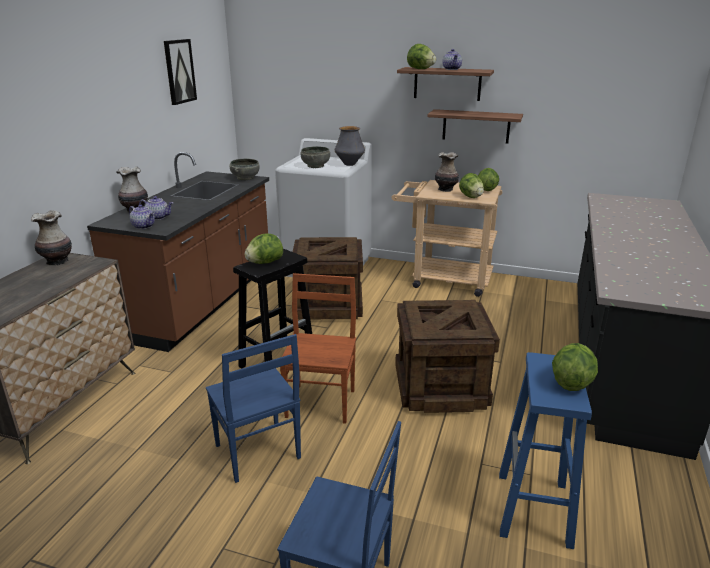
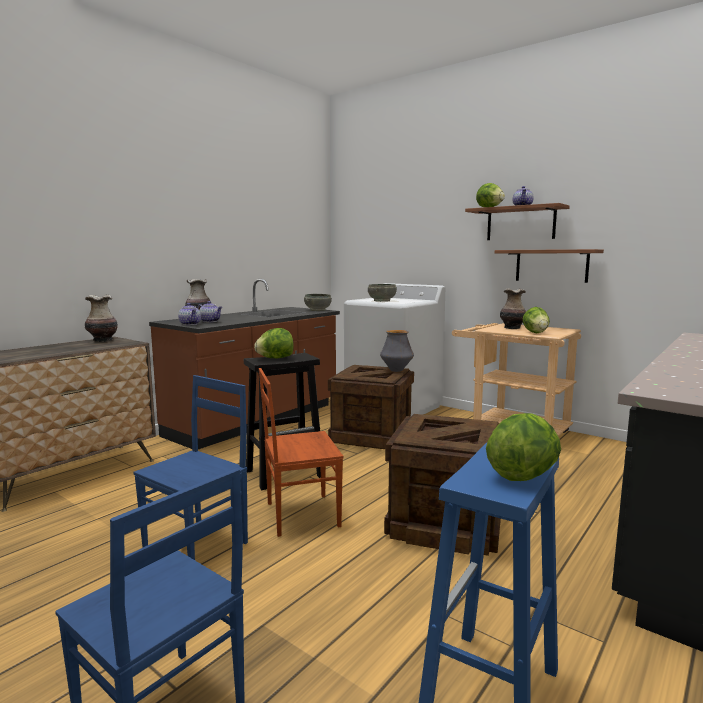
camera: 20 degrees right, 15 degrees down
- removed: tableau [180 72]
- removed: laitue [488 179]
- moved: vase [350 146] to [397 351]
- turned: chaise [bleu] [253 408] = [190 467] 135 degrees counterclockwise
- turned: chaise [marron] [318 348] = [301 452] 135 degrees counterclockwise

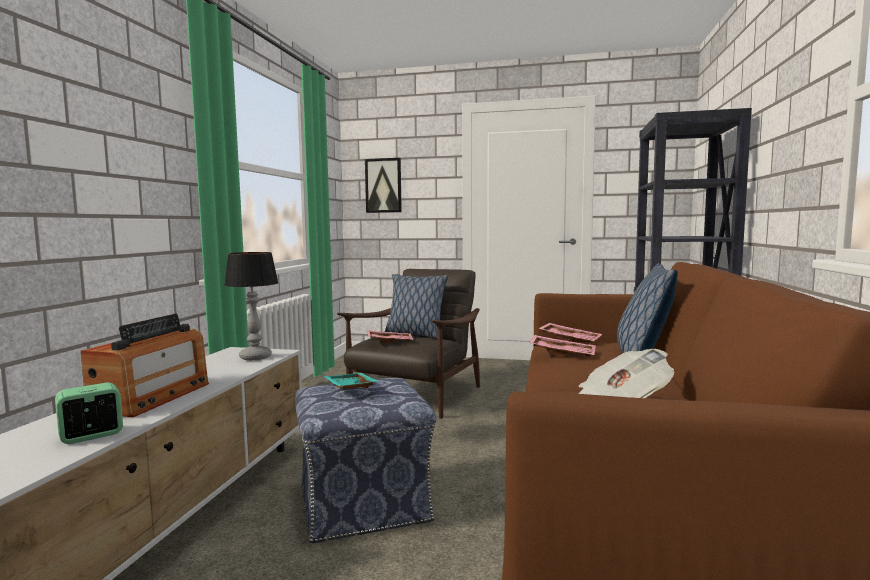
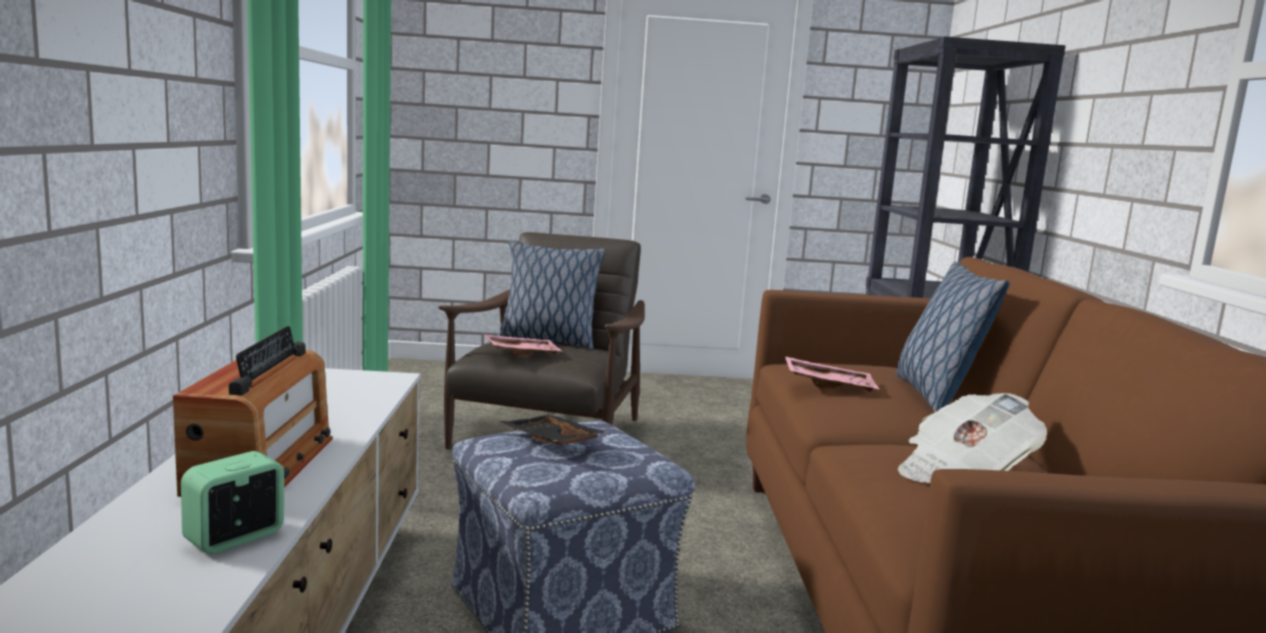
camera: 15 degrees left, 5 degrees up
- removed: lampe de table [251 306]
- removed: tableau [383 185]
- removed: plateau [rose] [570 333]
- recoloured: plateau [turquoise] [351 381] to plateau [noir] [553 430]

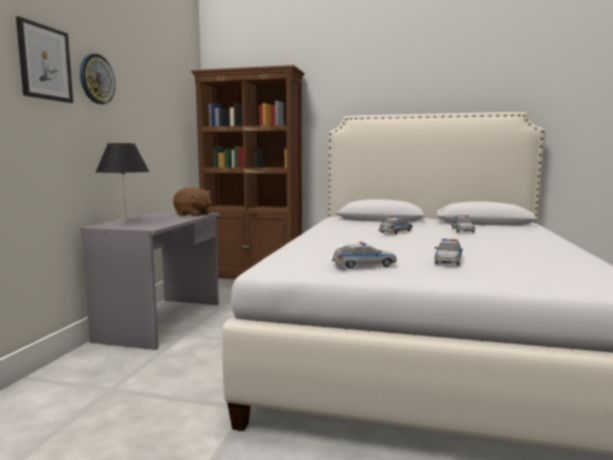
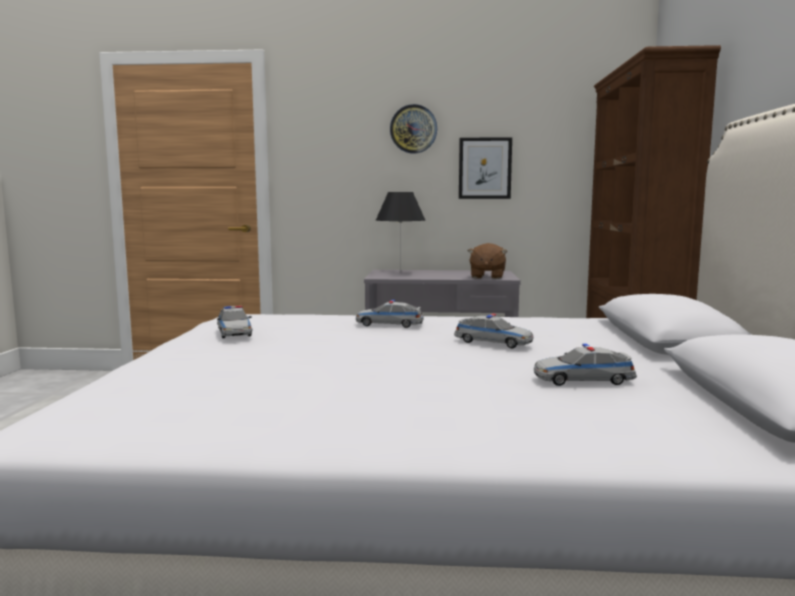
camera: 80 degrees right, 0 degrees up
- moved: tableau [44 59] to [485 168]
- moved: petite voiture [448 252] to [390 314]

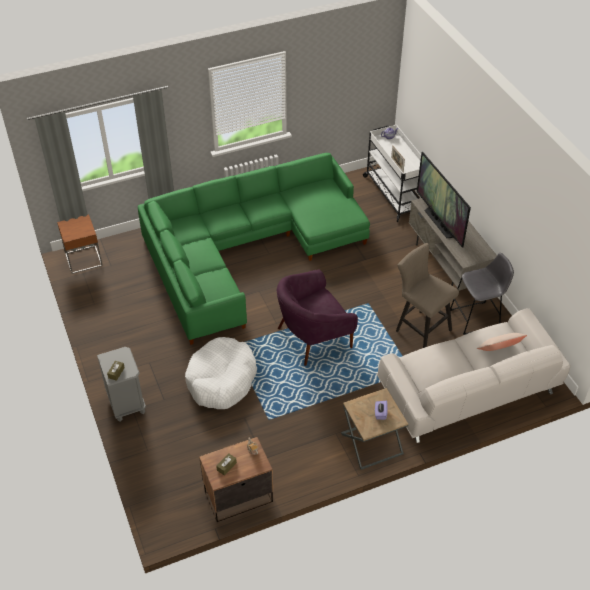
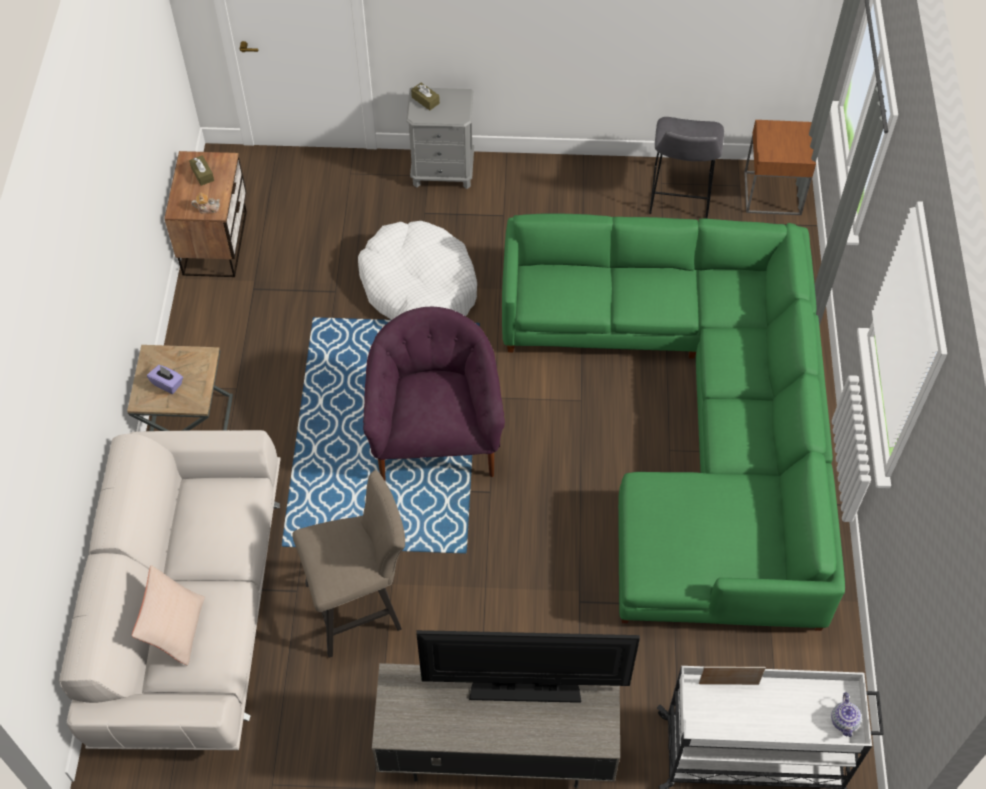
camera: 115 degrees right, 10 degrees up
- moved: tabouret [gris] [482 294] to [686 168]

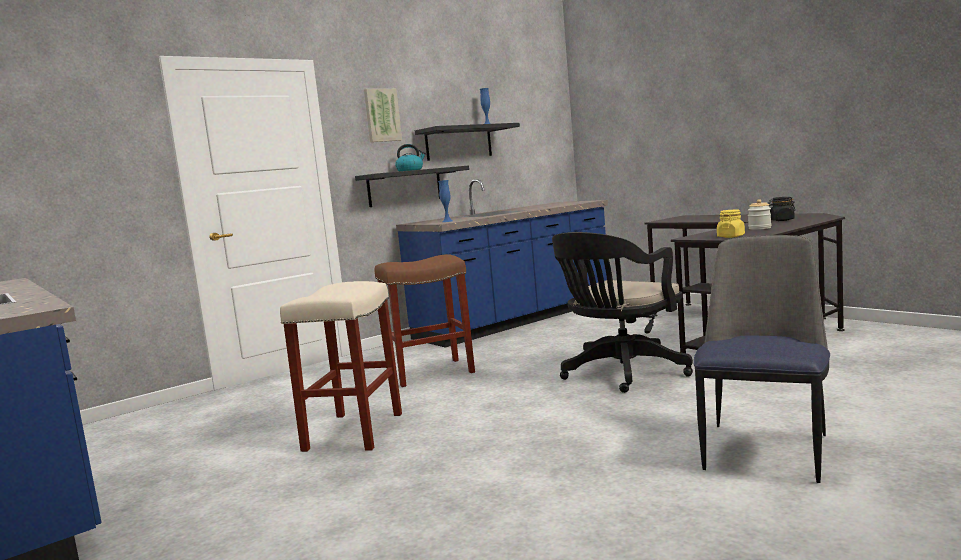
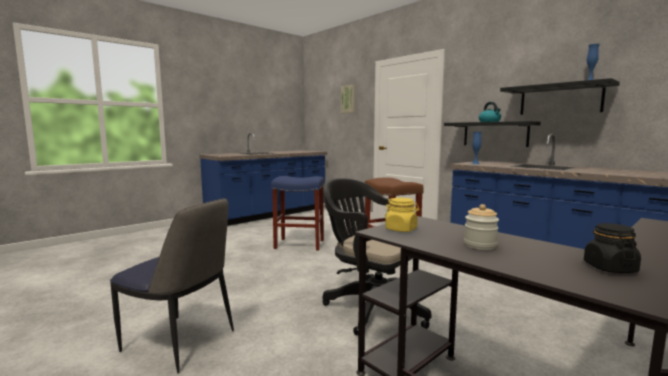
camera: 85 degrees right, 0 degrees up
- moved: tableau [383 115] to [348 98]
- recoloured: tabouret [beige] [341 366] to tabouret [bleu] [297 213]

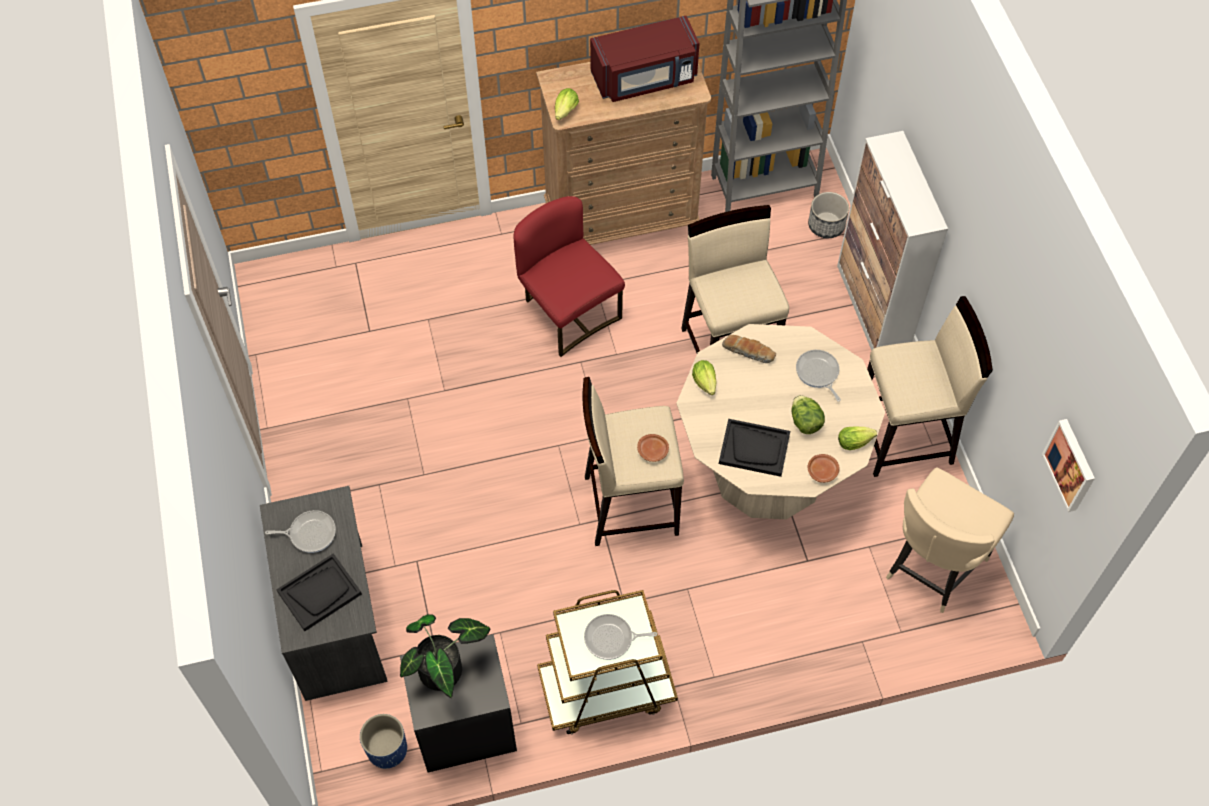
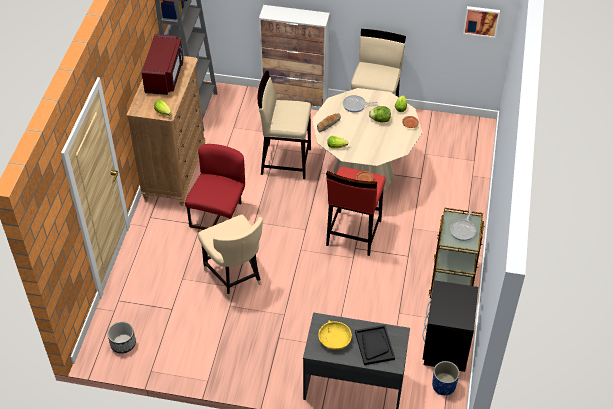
camera: 65 degrees left, 10 degrees down
- removed: plante en pot [445 656]
- removed: plateau [noir] [754 448]
- moved: cache-pot [828 215] to [121 337]
- moved: chaise [beige] [950 540] to [230 256]
- replaced: poêle [300 531] to bol [jaune] [335 335]
- recoloured: tabouret [beige] [633 461] to tabouret [rouge] [356 211]
- turned: chaise [rouge] [569 276] = [215 187] 120 degrees clockwise

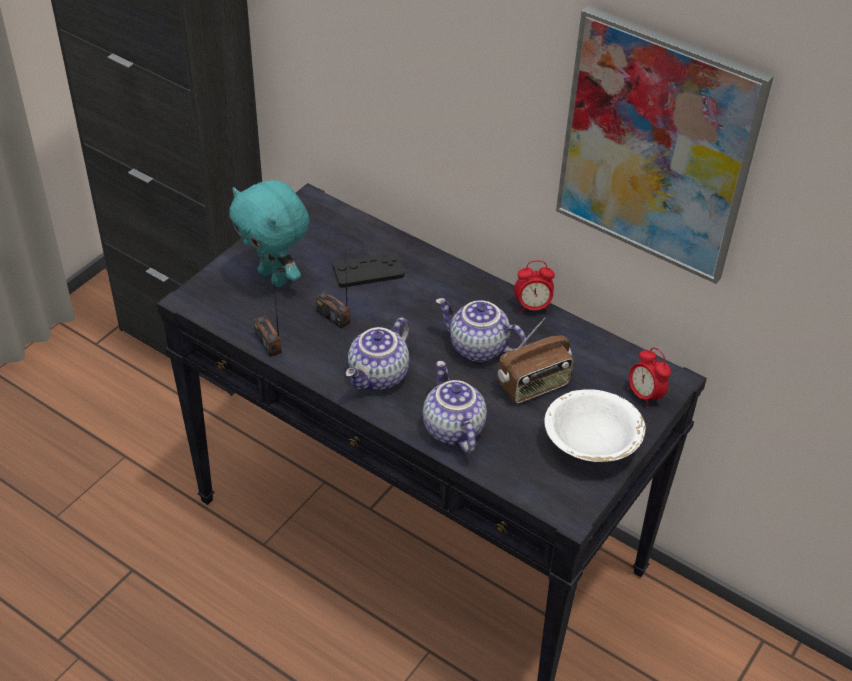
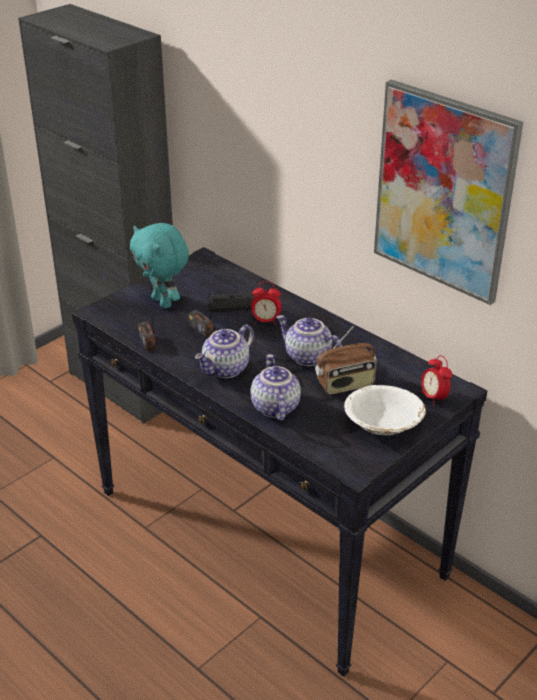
camera: 10 degrees right, 10 degrees down
- moved: réveil [534 287] to [266 304]

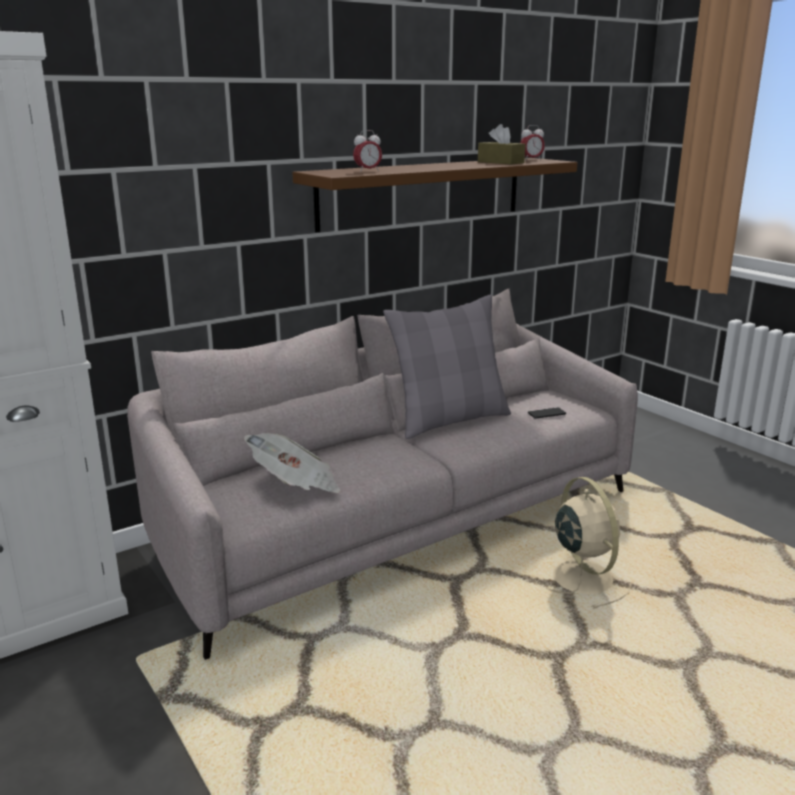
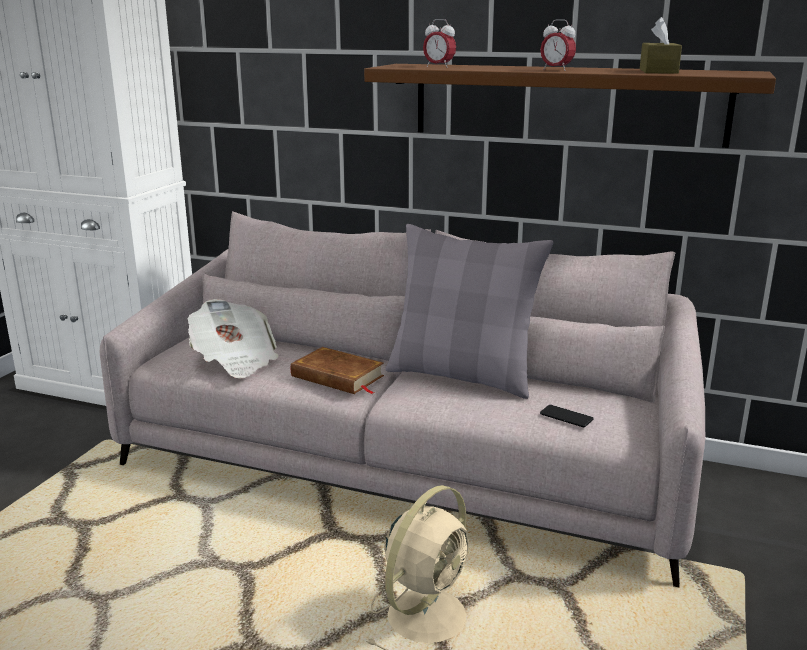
camera: 55 degrees right, 0 degrees up
- added: livre [marron] [337 370]
- moved: réveil [532 143] to [558 45]

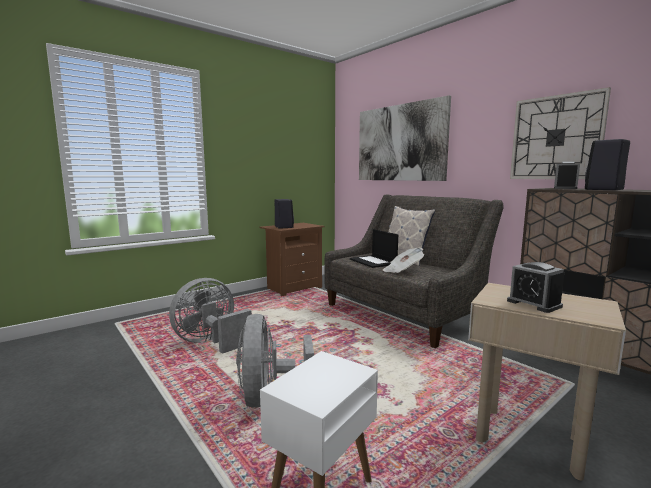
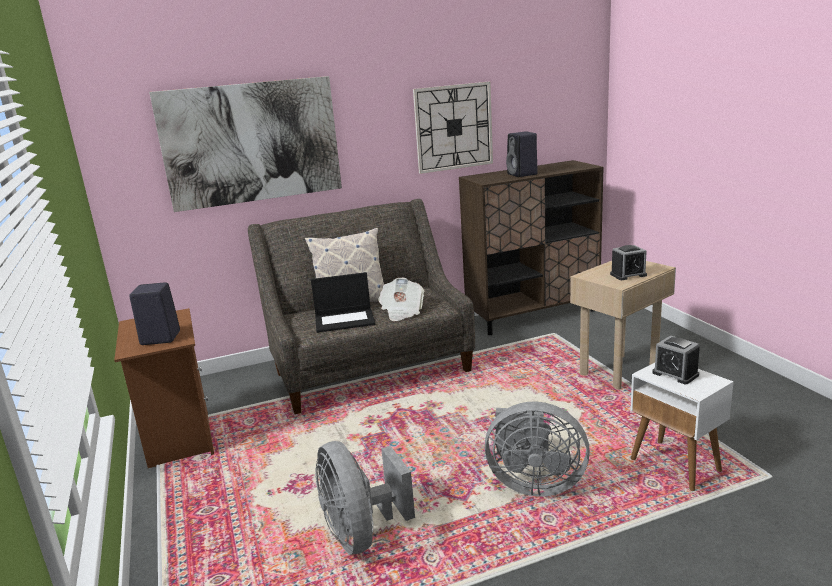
camera: 70 degrees left, 10 degrees up
- moved: réveil [567 175] to [676 359]

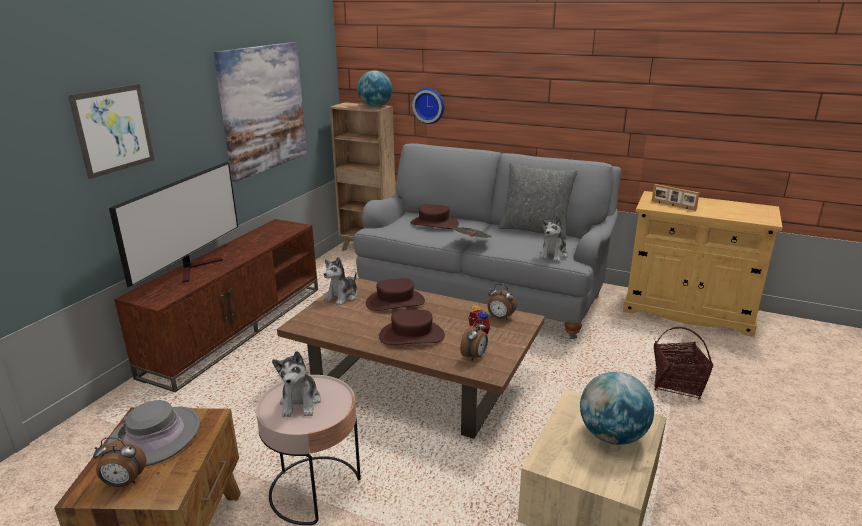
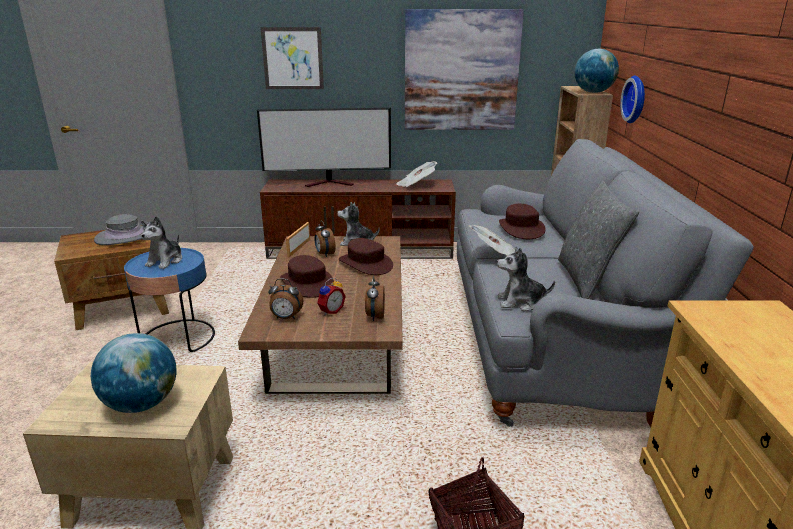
camera: 65 degrees right, 0 degrees up
- added: journal [417 174]
- moved: réveil [120 462] to [324 239]
- moved: cadre photo [676 197] to [298 239]
- recoloured: table d'appoint [rose] [308 450] to table d'appoint [bleu] [169 300]
- turned: peluche [296 384] = [161 242] 45 degrees counterclockwise

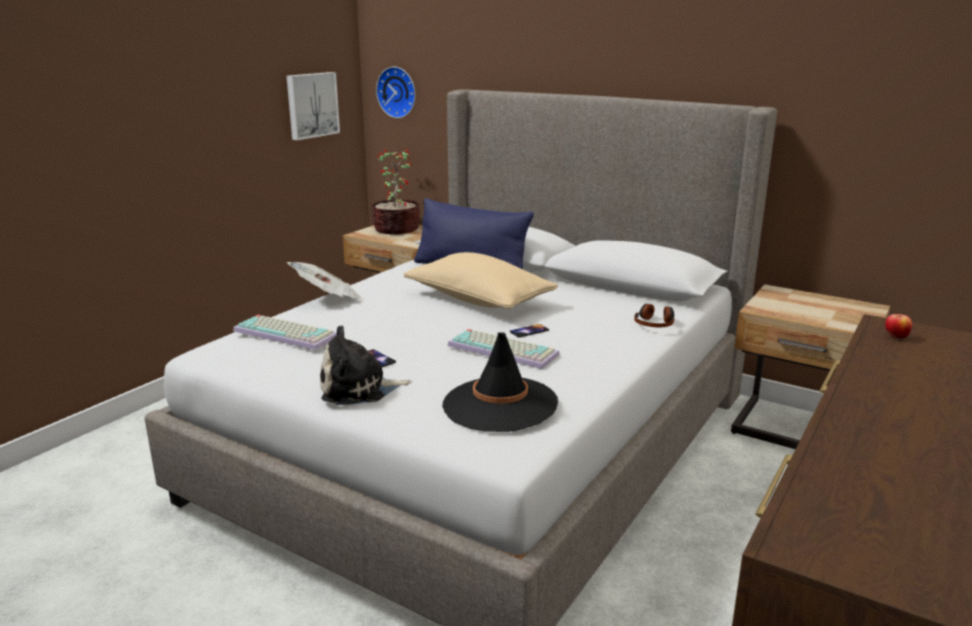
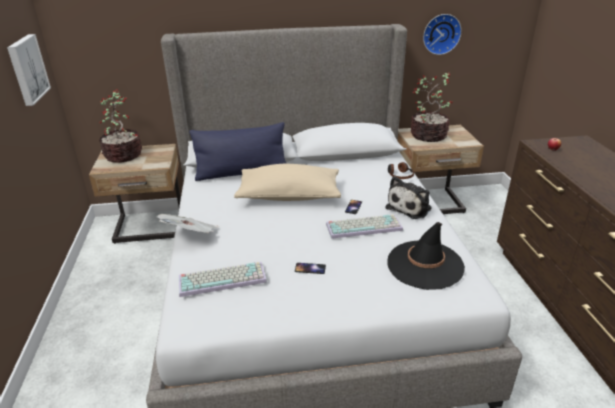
camera: 40 degrees left, 10 degrees up
- added: plante en pot [432 107]
- moved: peluche [366 365] to [409 197]
- moved: horloge murale [395 92] to [442 34]

